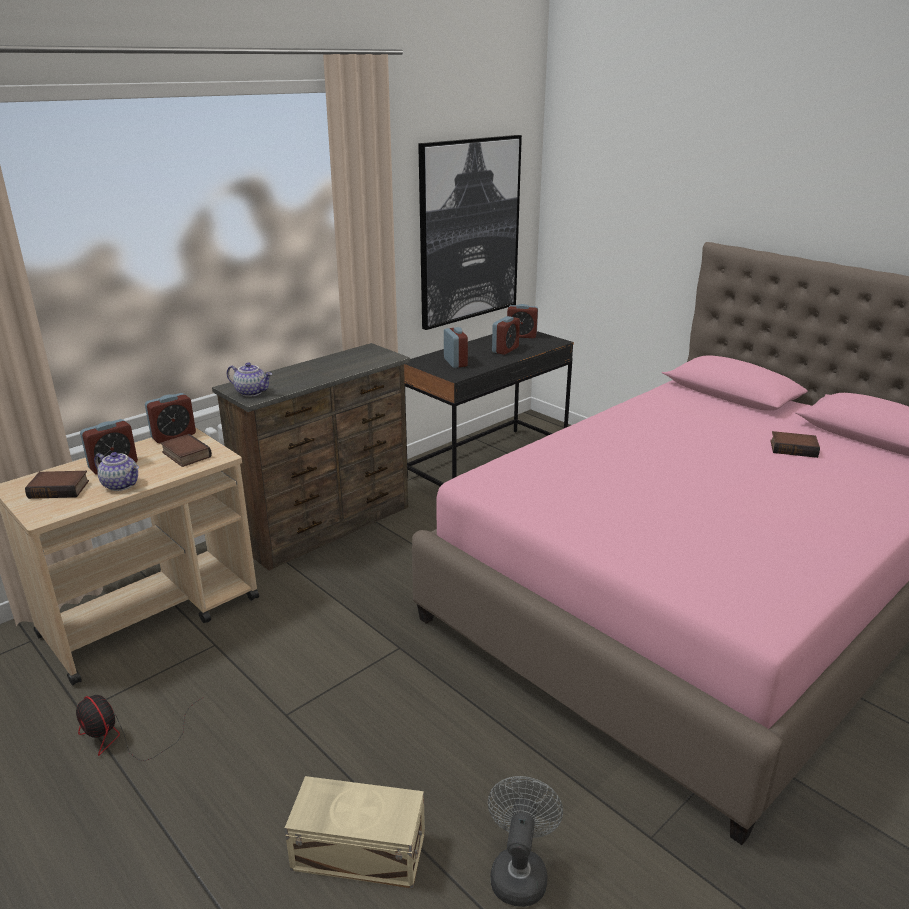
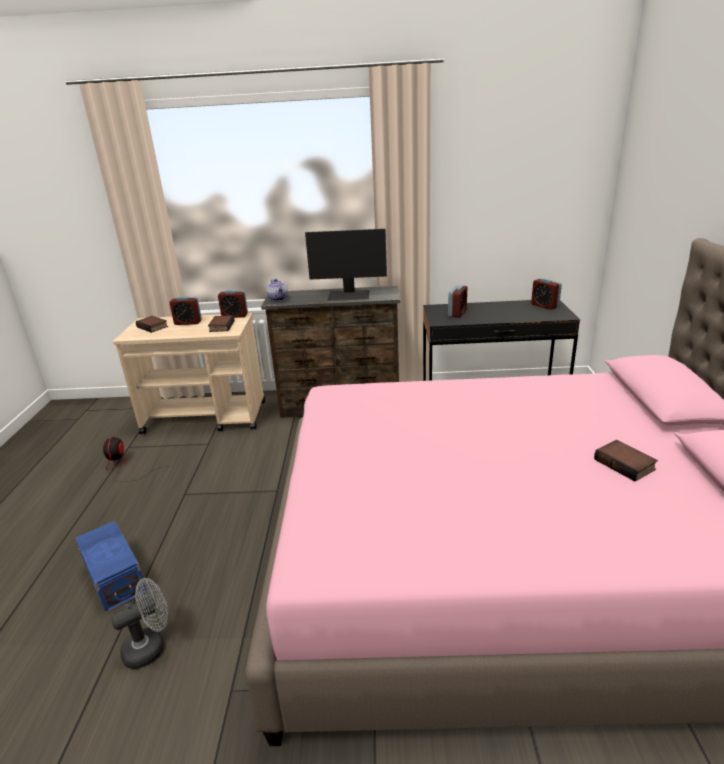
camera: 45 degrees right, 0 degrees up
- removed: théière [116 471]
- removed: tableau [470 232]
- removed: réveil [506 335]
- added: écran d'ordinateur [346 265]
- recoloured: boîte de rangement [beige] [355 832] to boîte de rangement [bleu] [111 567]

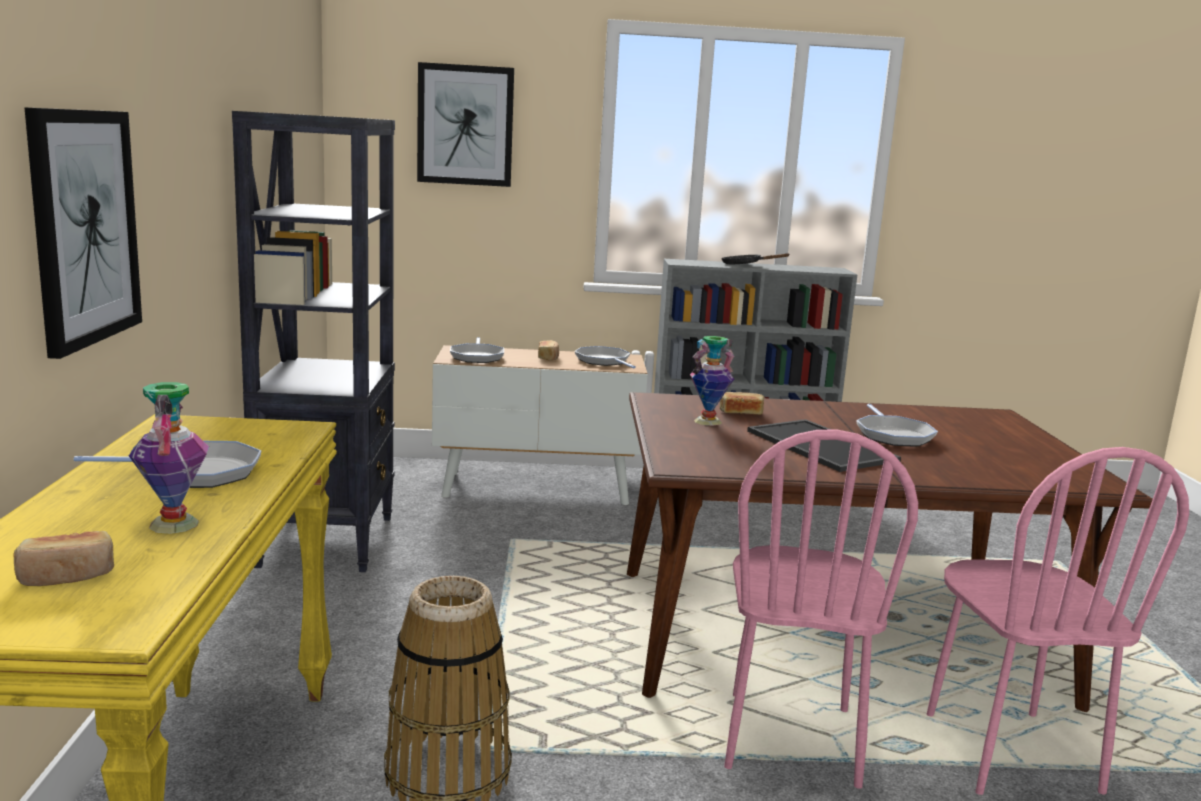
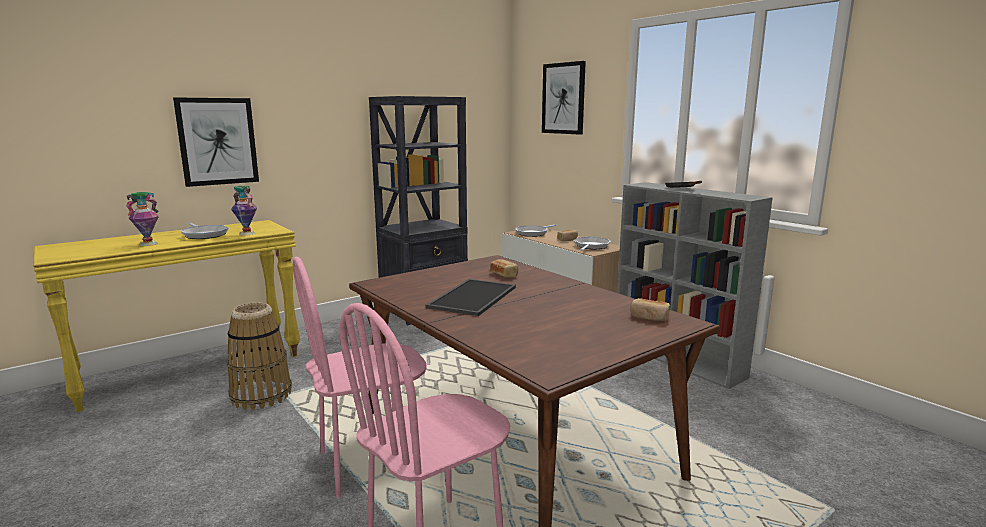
camera: 55 degrees right, 0 degrees up
- removed: poêle [897 425]
- moved: pain [63 558] to [650 309]
- moved: vase [712 381] to [244 211]

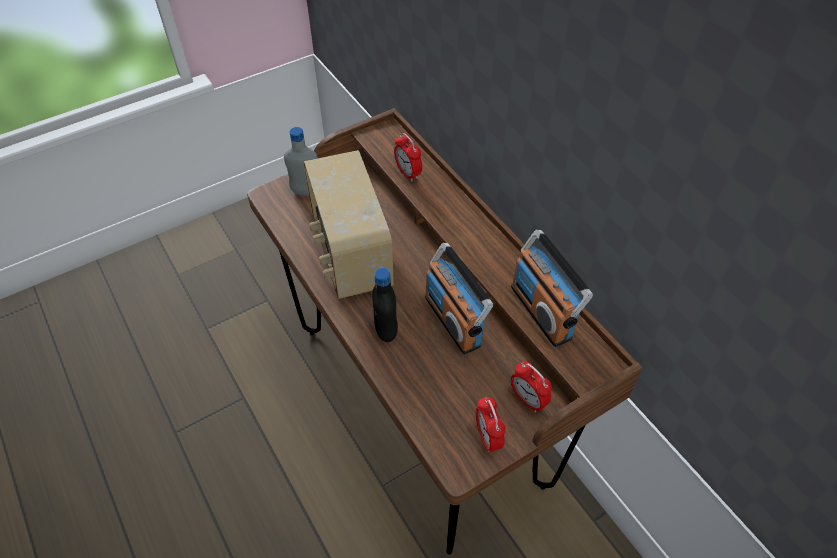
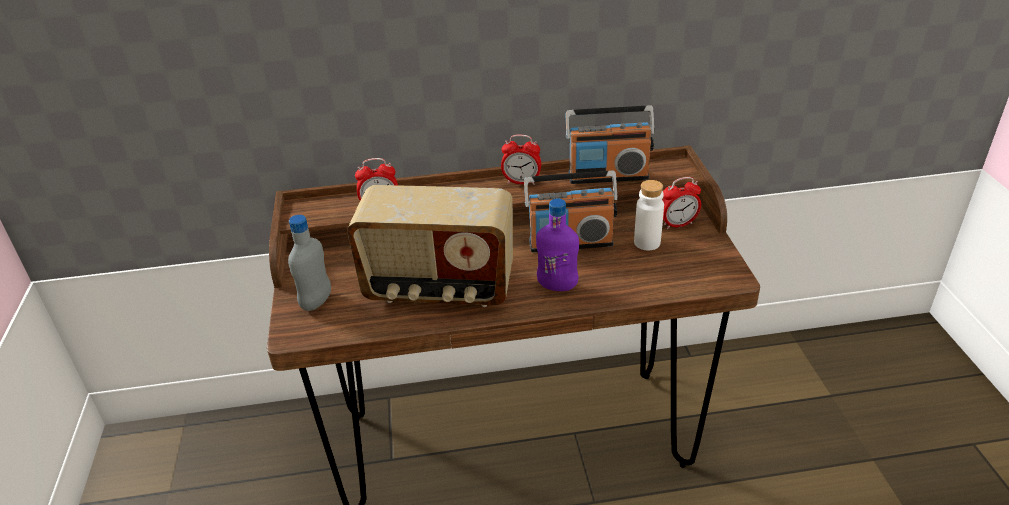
camera: 65 degrees left, 15 degrees down
- added: bouteille [blanc] [649 215]
- moved: réveil [491 424] to [521 160]
- recoloured: bouteille [noir] [385 305] to bouteille [violet] [557 244]

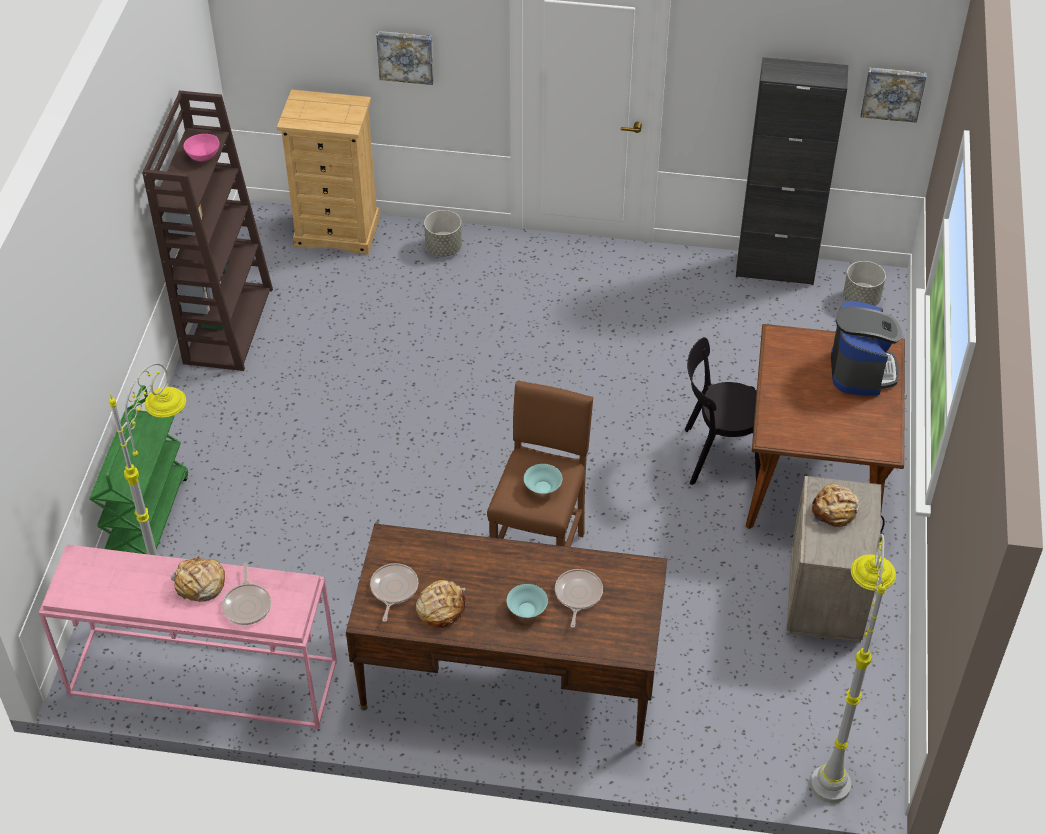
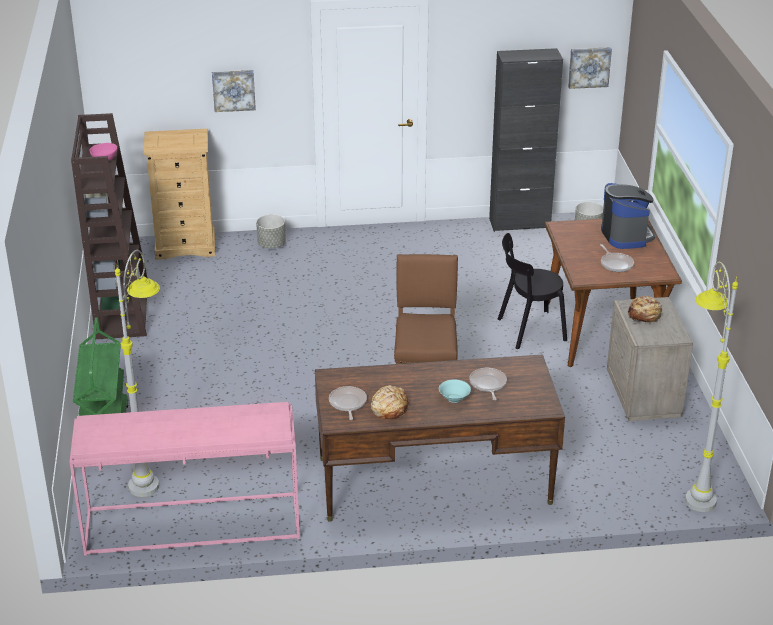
camera: 15 degrees left, 15 degrees down
- removed: pain [198 580]
- removed: bol [turquoise] [543 479]
- moved: poêle [246 594] to [617 258]

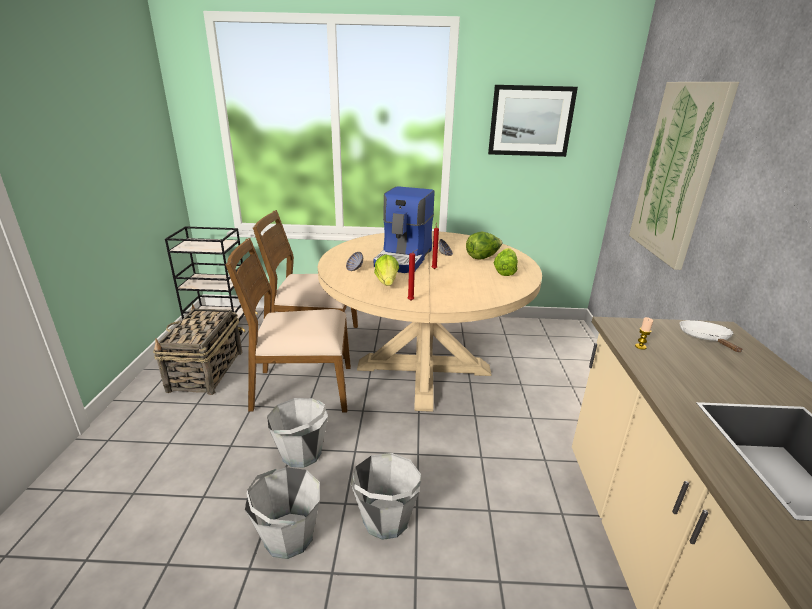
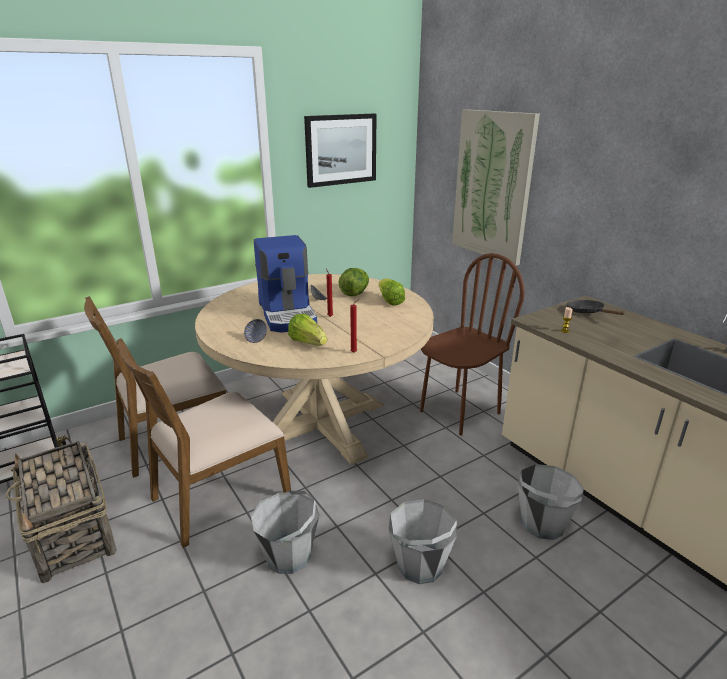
camera: 35 degrees left, 0 degrees up
- added: chaise [marron] [472 344]
- moved: seau [gris] [282 513] to [550 502]
- recoloured: poêle [blanc] [711 336] to poêle [noir] [596 307]

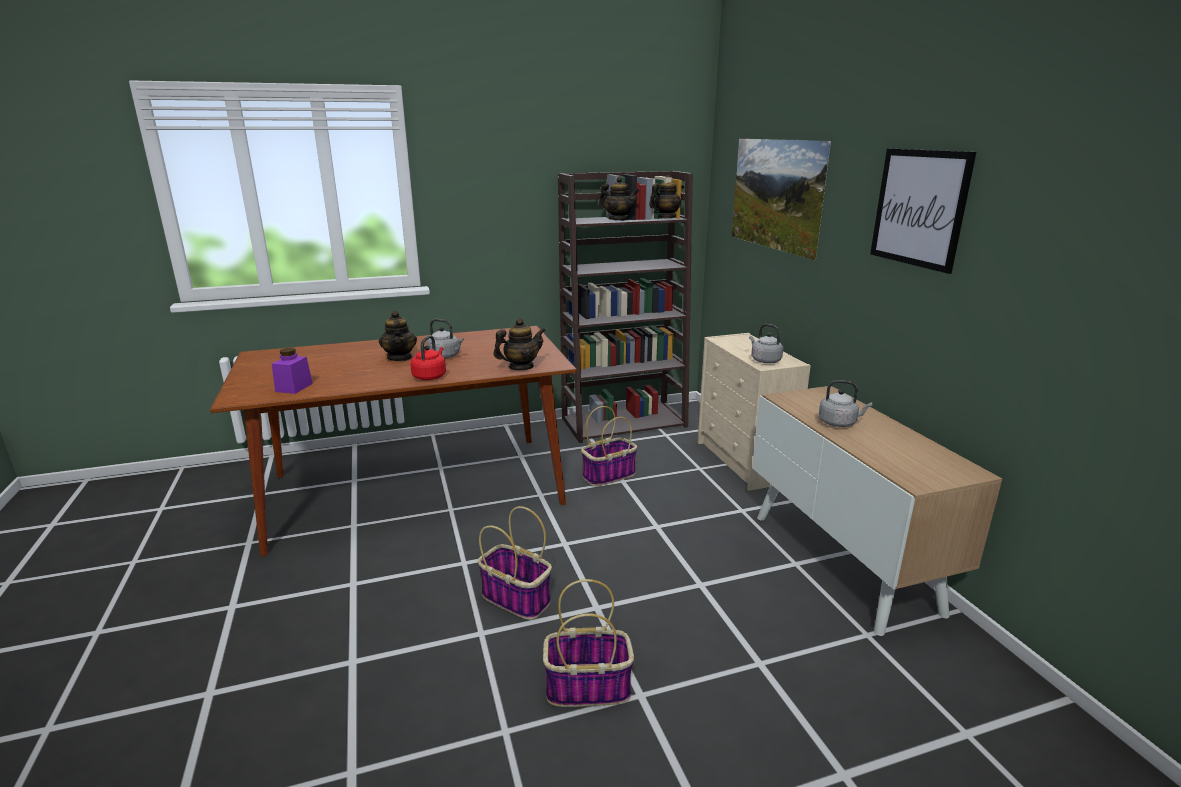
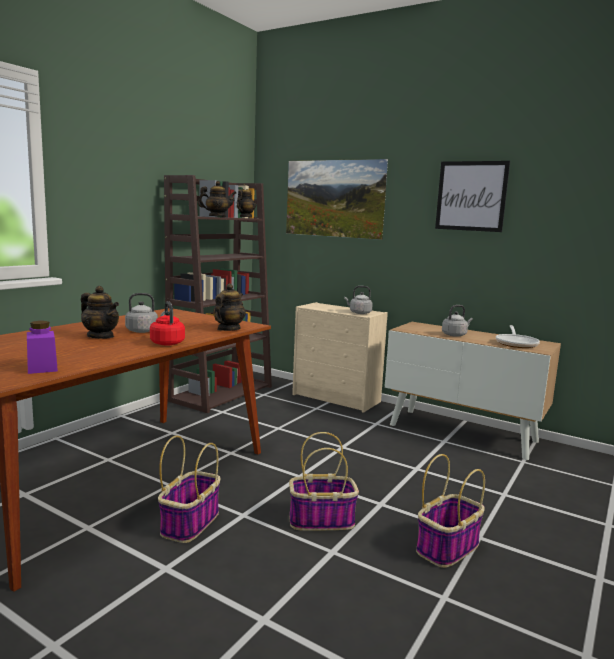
camera: 40 degrees left, 10 degrees down
- added: poêle [518 336]
- moved: panier [609 446] to [189 489]

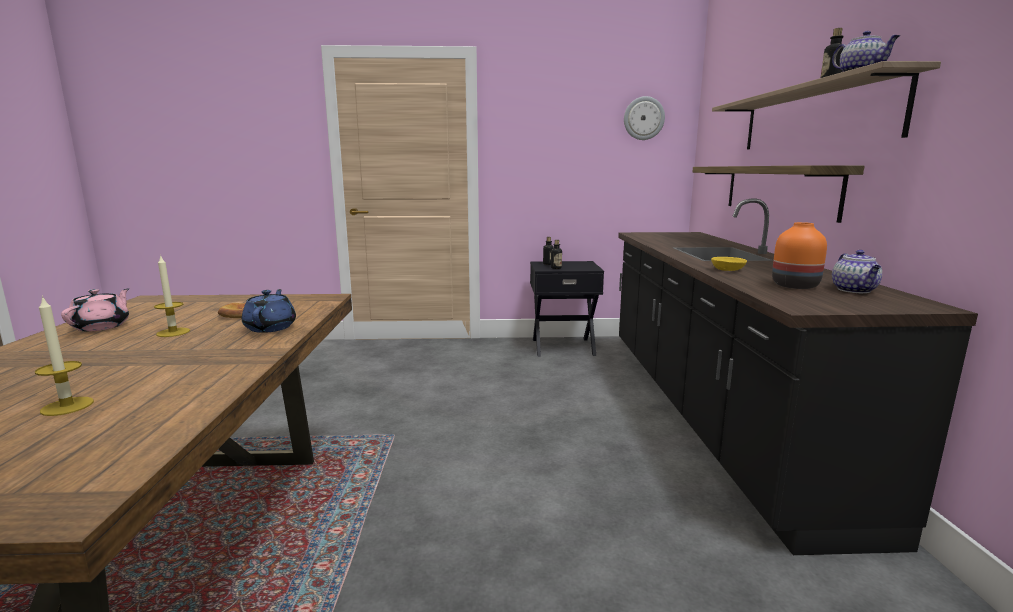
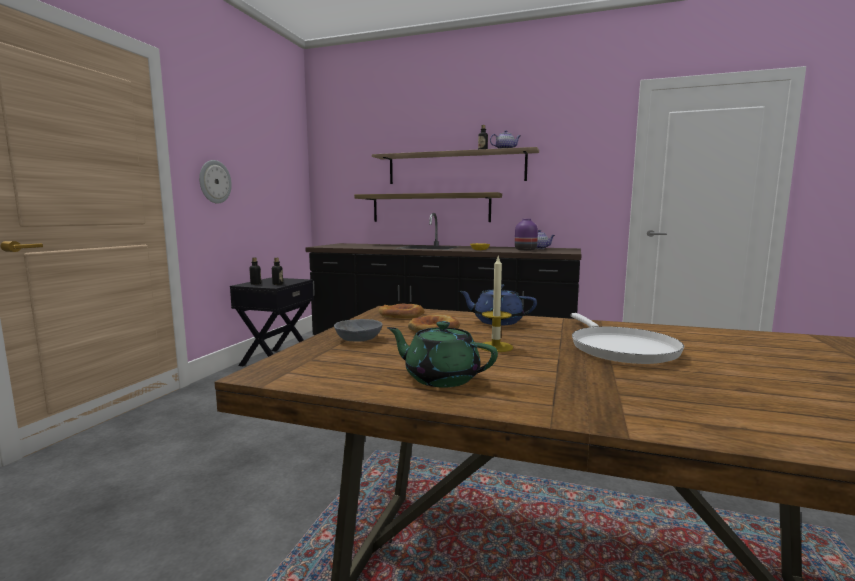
camera: 70 degrees left, 5 degrees down
- removed: bougie [64 356]
- added: bol [gris] [358 330]
- added: pain [402 311]
- added: poêle [blanc] [627 338]
- moved: horloge murale [644 118] to [215 182]
- recoloured: théière [rose] [95 309] to théière [vert] [442 354]
- recoloured: vase [orange] [799 255] to vase [violet] [526 235]

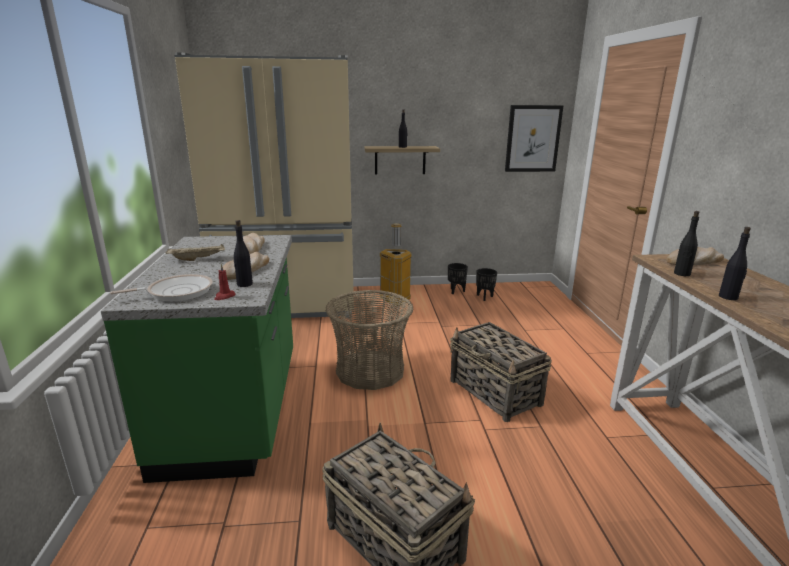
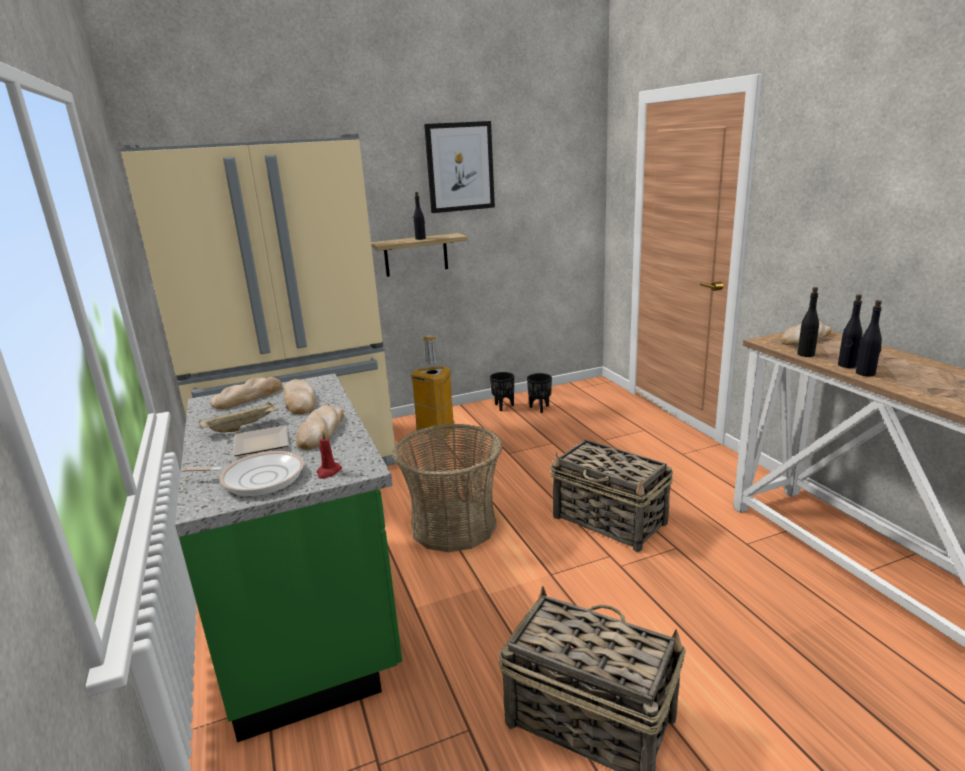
camera: 15 degrees left, 0 degrees up
- added: pain [246 393]
- added: assiette [261 440]
- moved: bouteille [noir] [243 253] to [850 331]
- moved: tableau [534 138] to [459 167]
- turned: poêle [161 287] = [242 473] 45 degrees clockwise

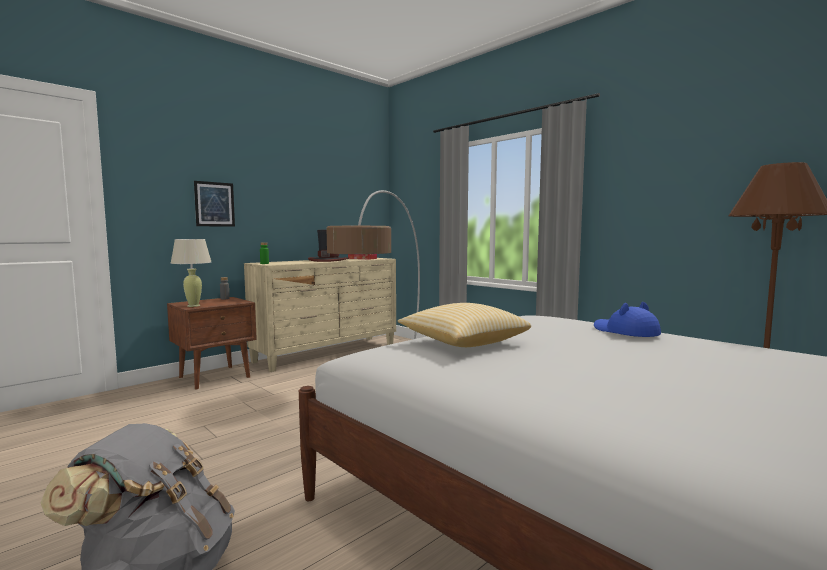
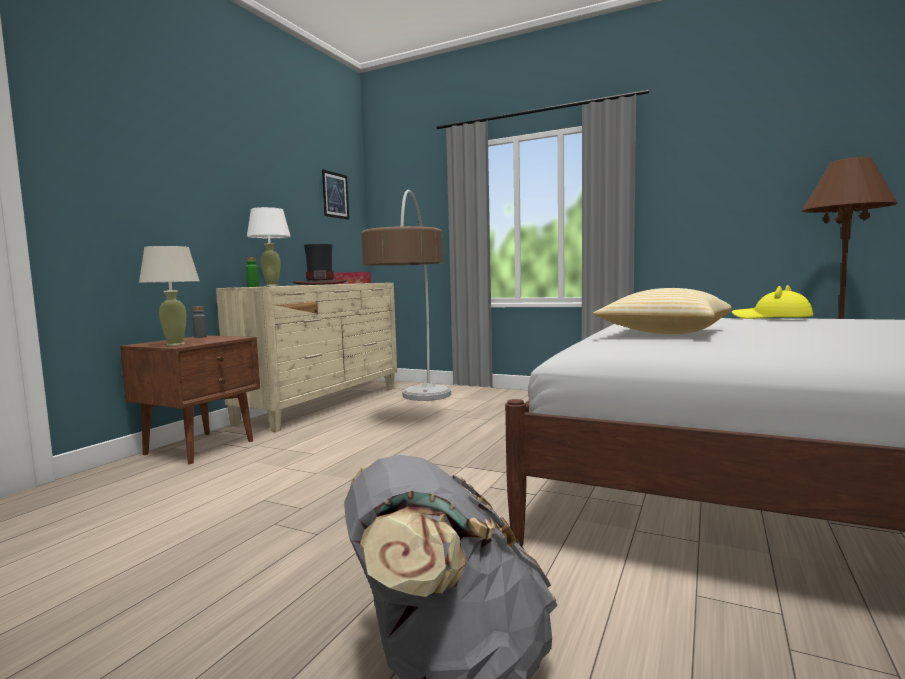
camera: 20 degrees left, 0 degrees up
- added: lampe de table [blanc] [269 246]
- moved: tableau [214 204] to [335 194]
- recoloured: chapeau [bleu] [627 319] to chapeau [jaune] [772 302]

